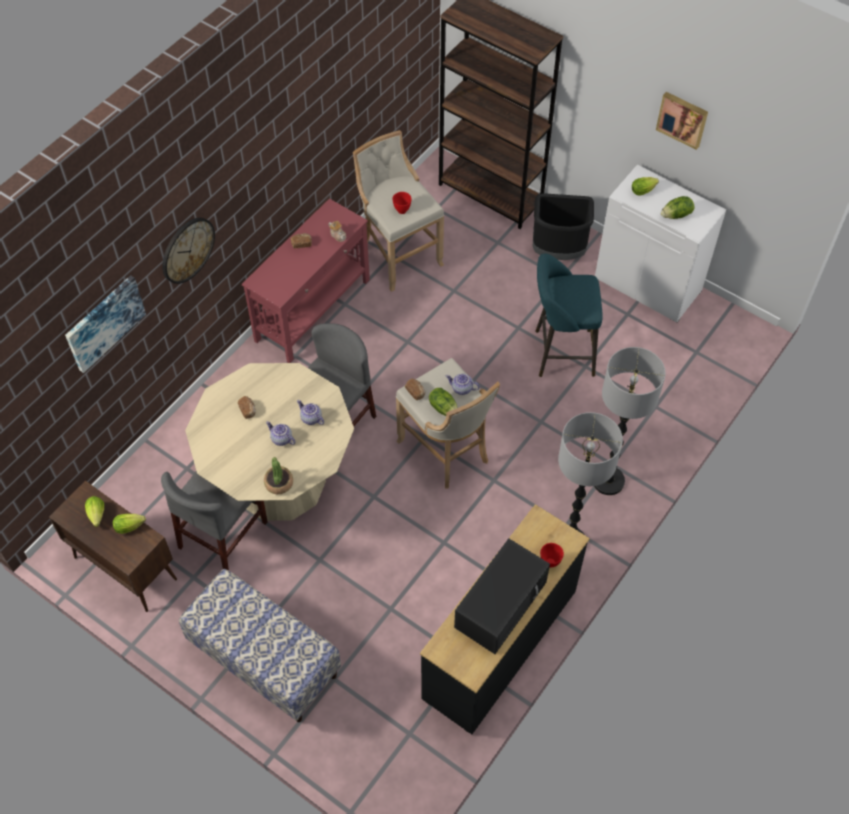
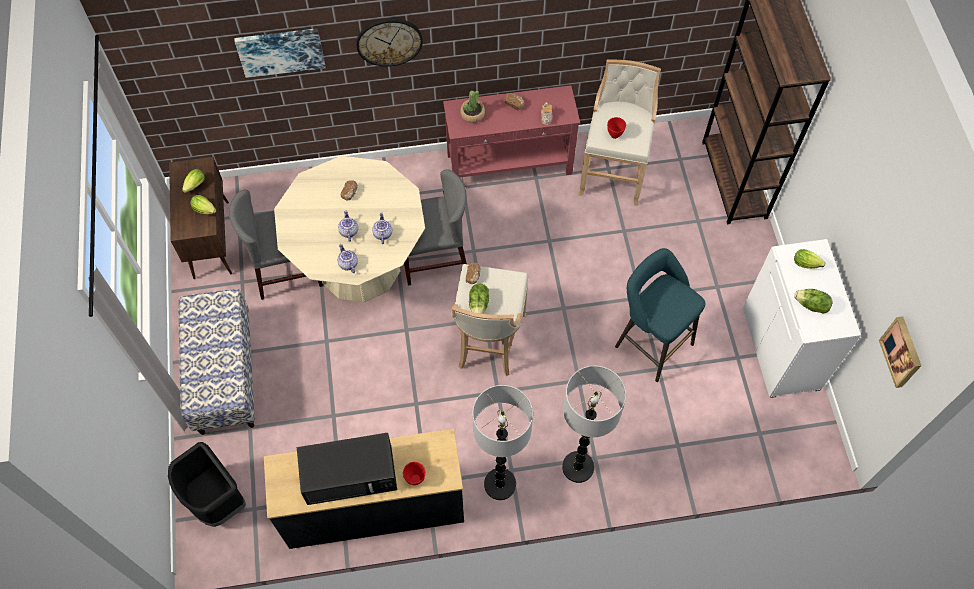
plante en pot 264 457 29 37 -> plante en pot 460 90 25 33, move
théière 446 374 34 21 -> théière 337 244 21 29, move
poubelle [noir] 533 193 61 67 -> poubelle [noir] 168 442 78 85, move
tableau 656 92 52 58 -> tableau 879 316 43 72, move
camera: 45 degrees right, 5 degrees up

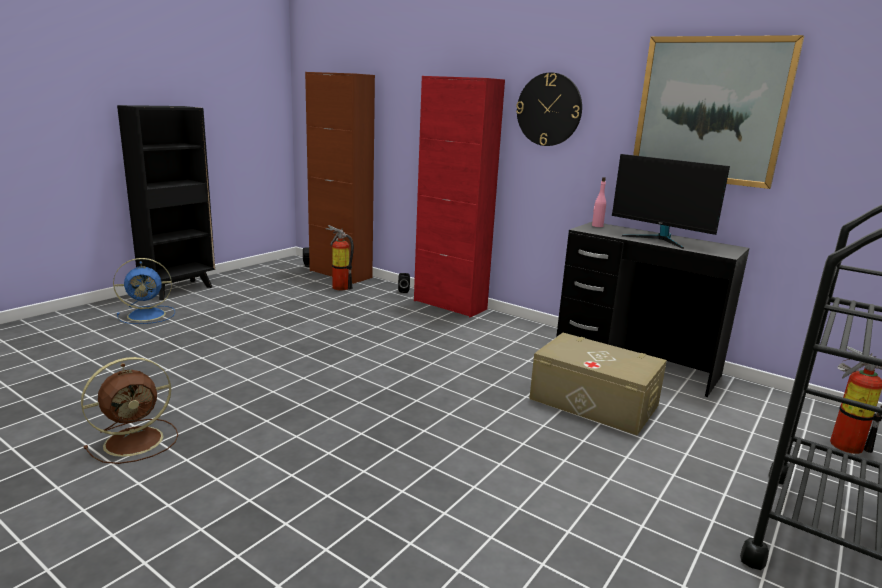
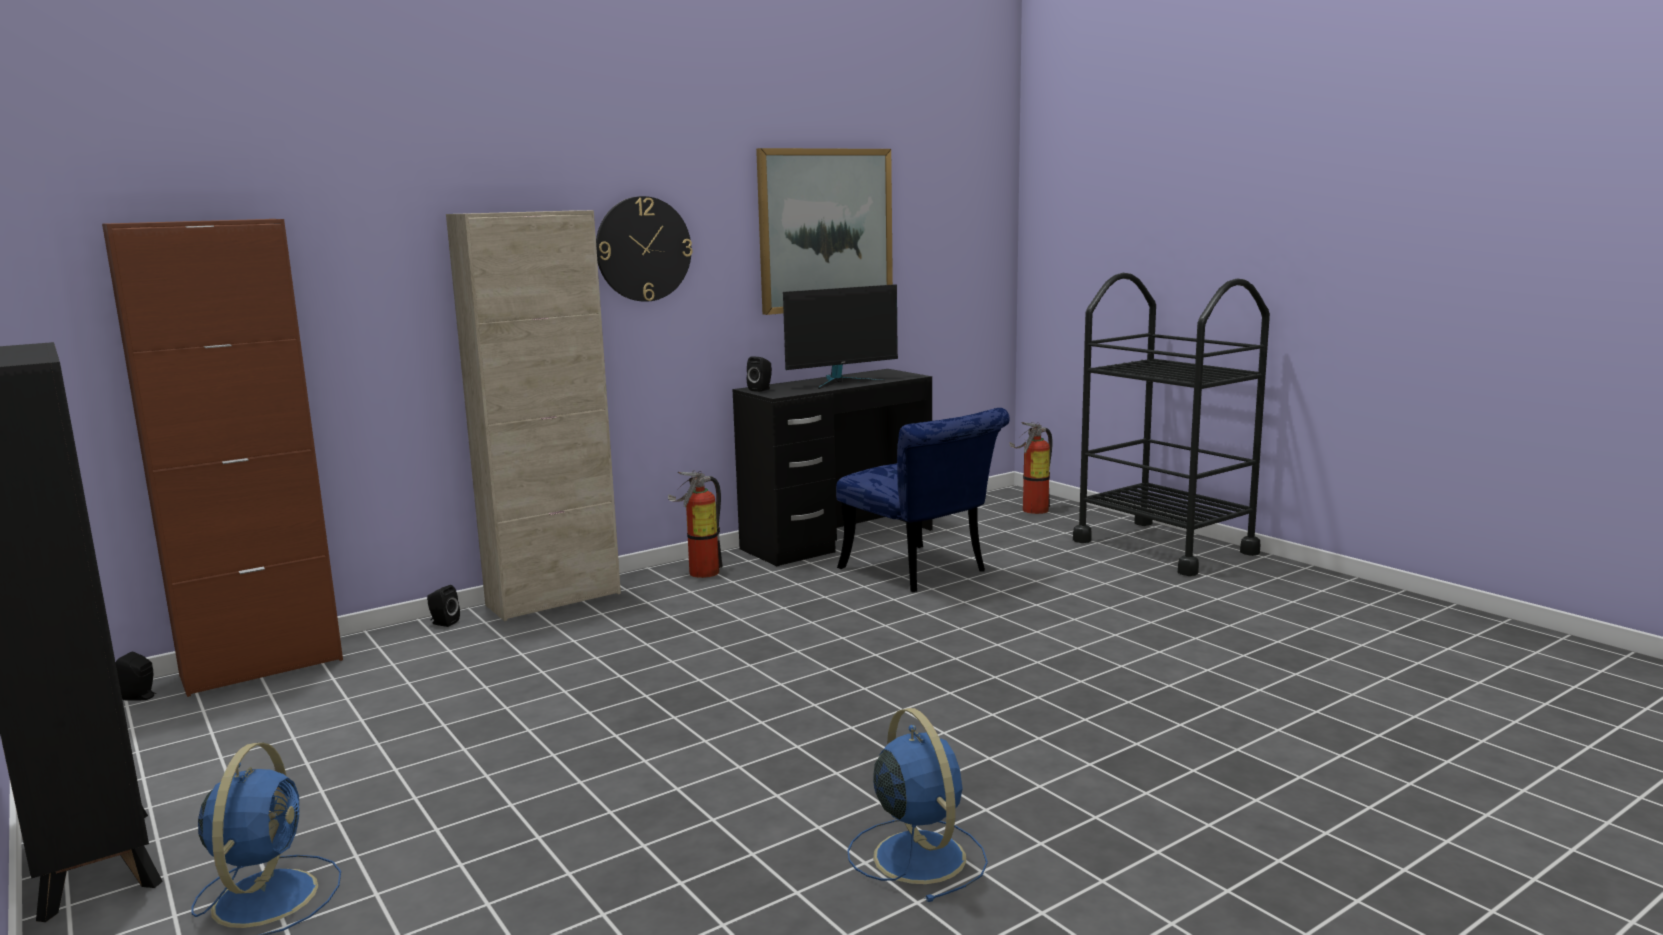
extincteur 328 225 26 65 -> extincteur 668 470 55 108, move
boîte de rangement [beige] 529 333 138 102 -> chaise [bleu] 836 408 174 184
bouteille [rose] 592 177 14 50 -> enceinte [noir] 747 356 25 36
ventilateur [marron] 81 357 97 107 -> ventilateur [bleu] 847 708 141 194
meuble de rangement [rouge] 414 76 91 241 -> meuble de rangement [beige] 446 210 175 411
camera: 70 degrees left, 5 degrees down

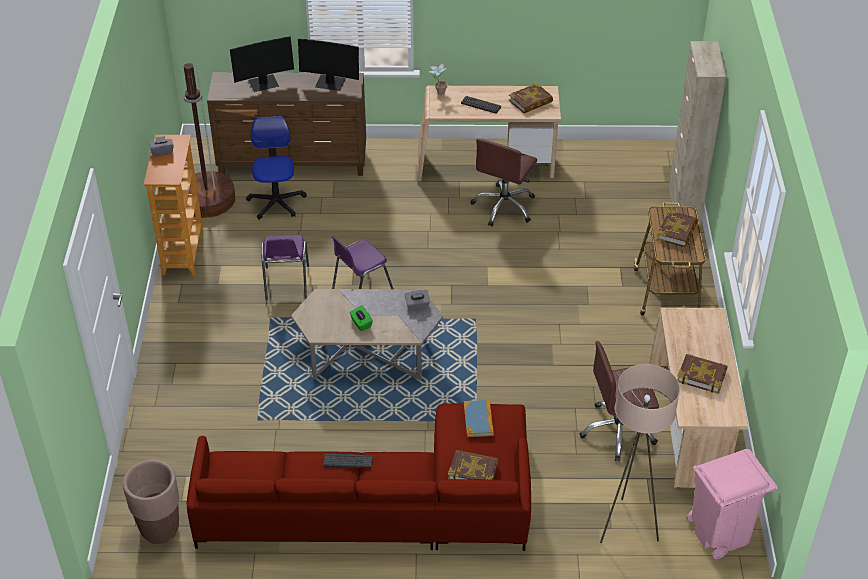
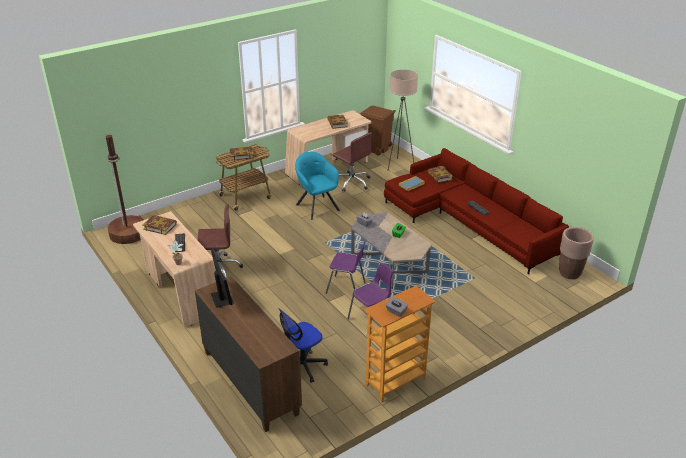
écran d'ordinateur 230 36 64 56 -> none
meuble de rangement [beige] 669 41 57 184 -> none
none -> fauteuil [turquoise] 295 152 45 68
lampadaire [marron] 184 63 51 155 -> lampadaire [marron] 105 135 39 109, move
poubelle [rose] 686 449 92 110 -> poubelle [marron] 360 106 36 50
camera: 125 degrees left, 10 degrees down

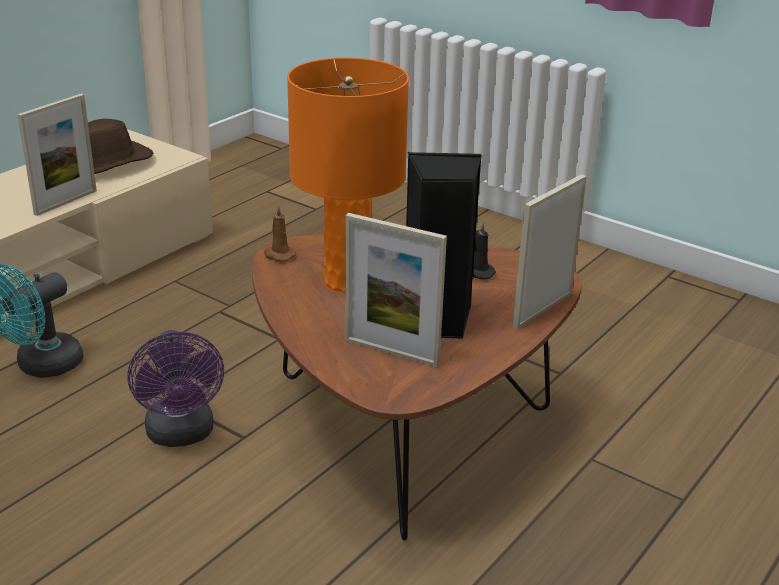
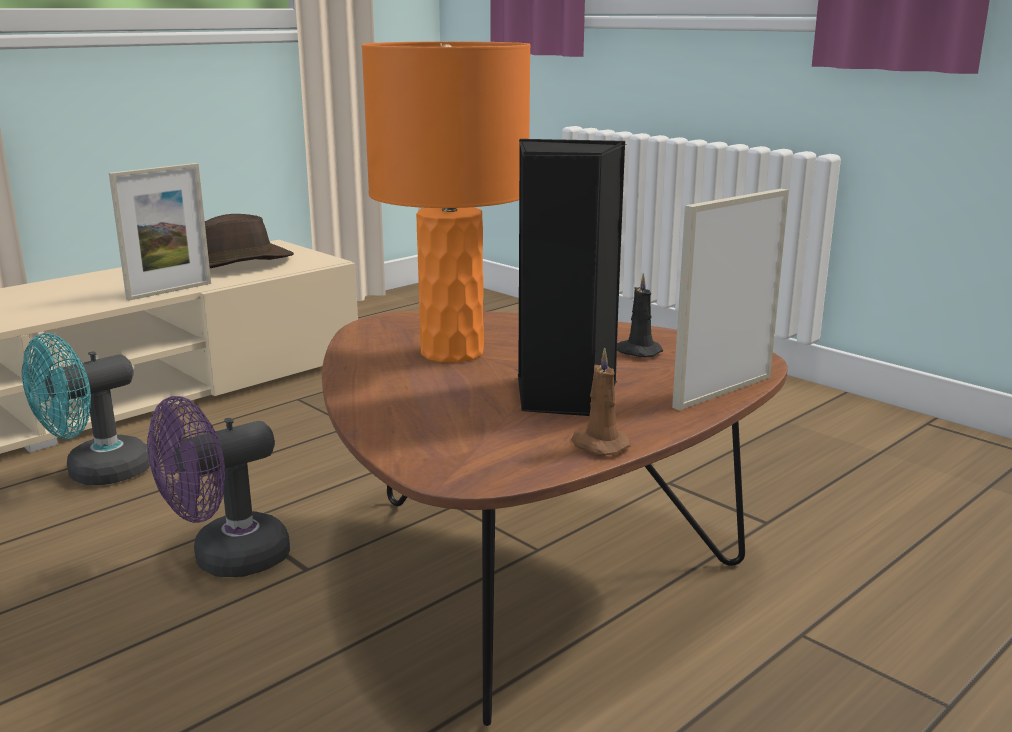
cadre photo 345 213 102 154 -> none
bougie [marron] 264 204 32 57 -> bougie [marron] 571 347 60 108, move
ventilateur [violet] 127 330 97 117 -> ventilateur [violet] 147 396 143 181, 60 degrees clockwise
camera: 10 degrees right, 10 degrees down

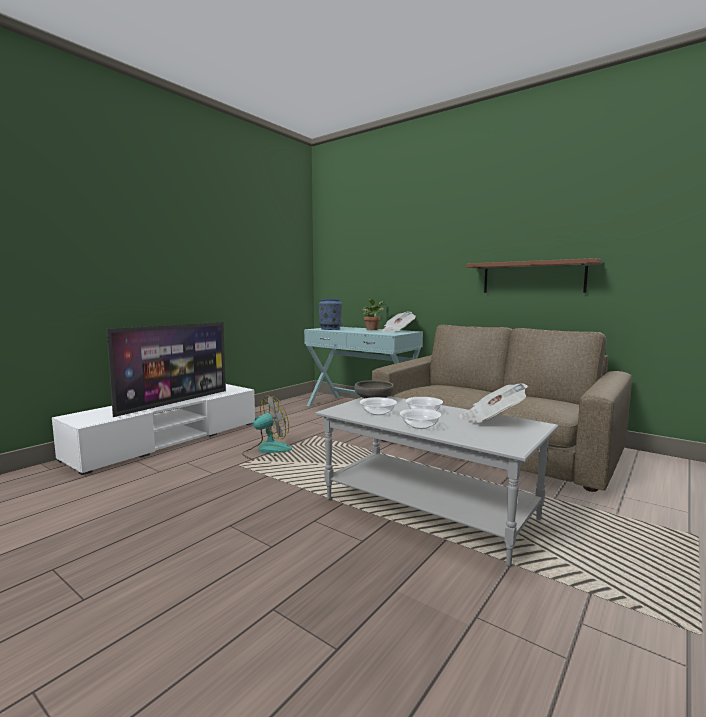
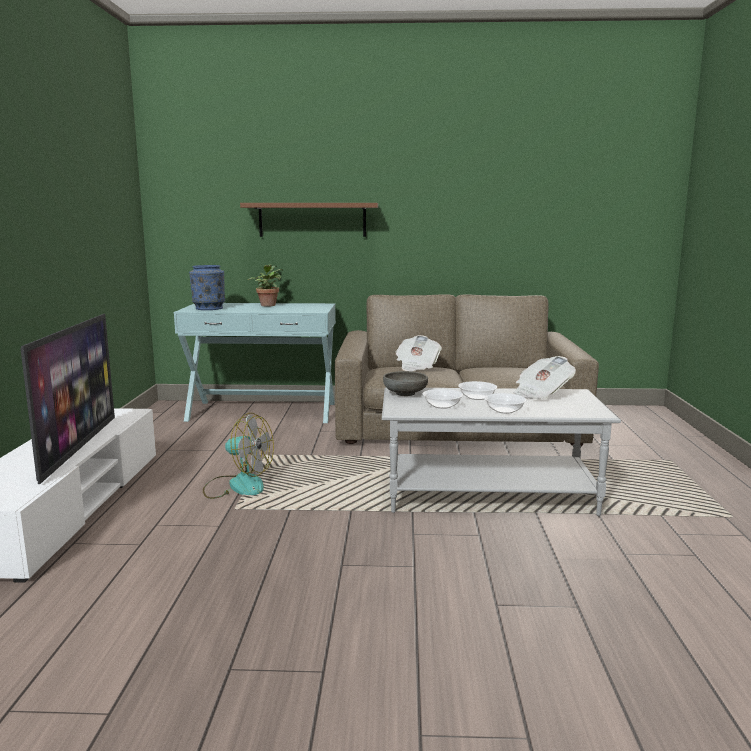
journal 381 312 35 20 -> journal 395 335 47 36, move
étagère [marron] 466 258 137 35 -> étagère [marron] 240 203 138 34, move
ventilateur 242 396 50 64 -> ventilateur 203 413 71 86, 90 degrees clockwise
camera: 35 degrees left, 5 degrees up

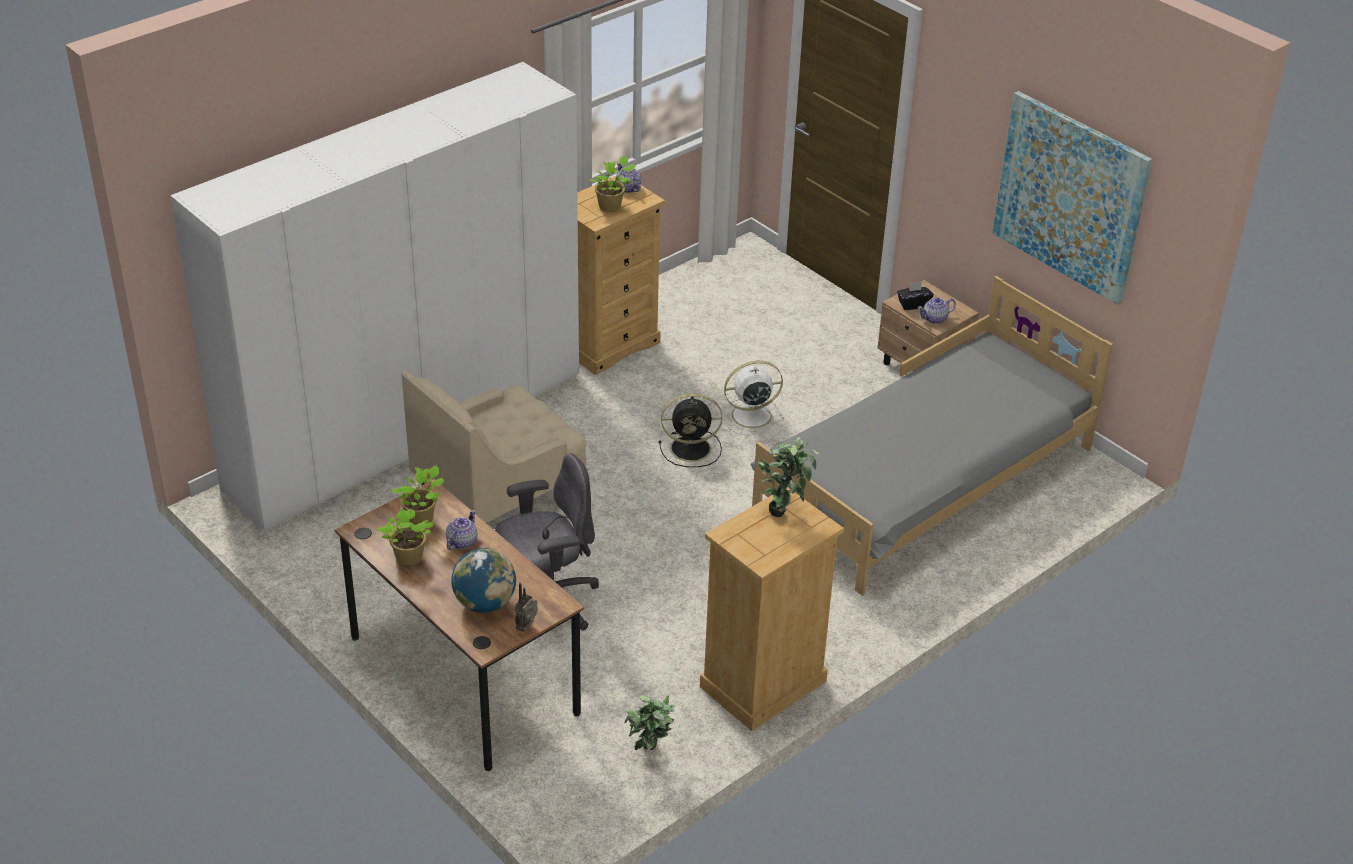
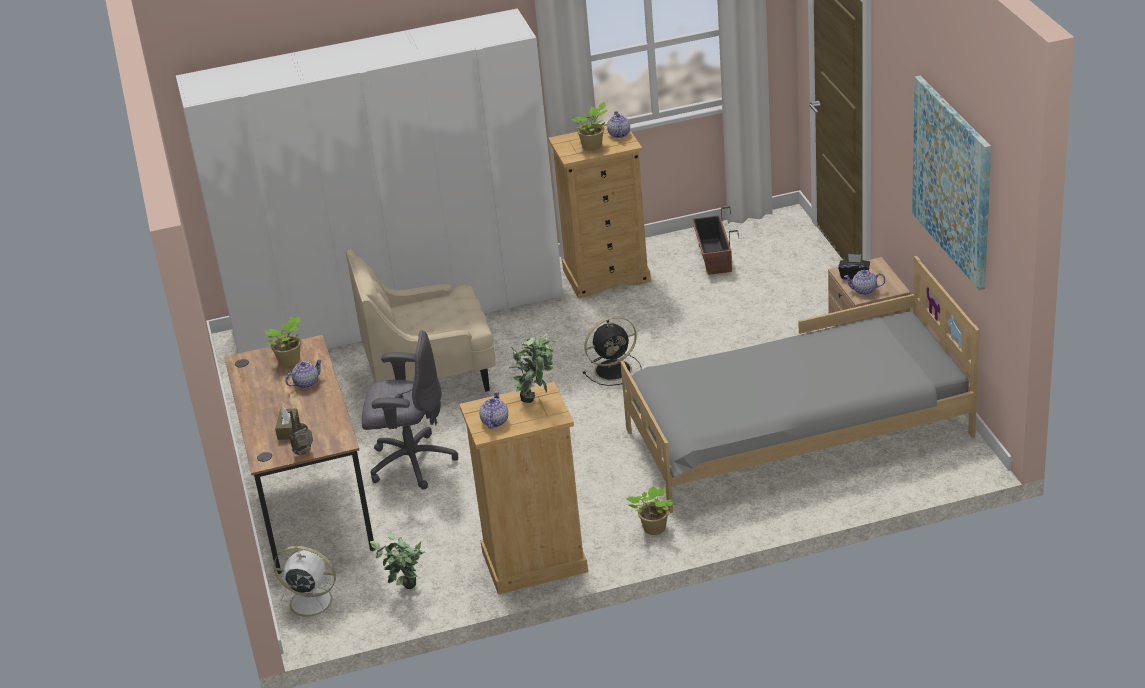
none -> théière 479 391 29 38
none -> cache-pot 692 206 47 69
plante en pot 377 509 56 57 -> plante en pot 626 486 47 49, move
ventilateur [blanc] 722 361 63 74 -> ventilateur [blanc] 274 546 68 77, move
globe 451 548 65 65 -> boîte à mouchoirs [marron] 275 407 24 33
ventilateur [noir] 658 393 64 74 -> ventilateur [noir] 583 316 59 70, 45 degrees counterclockwise
camera: 30 degrees right, 5 degrees down

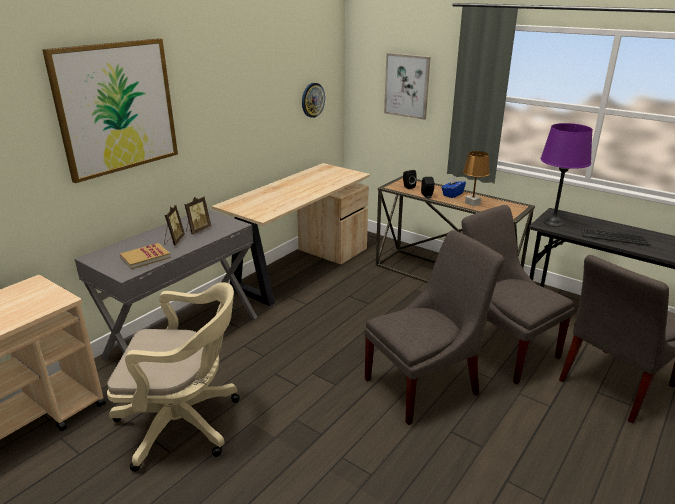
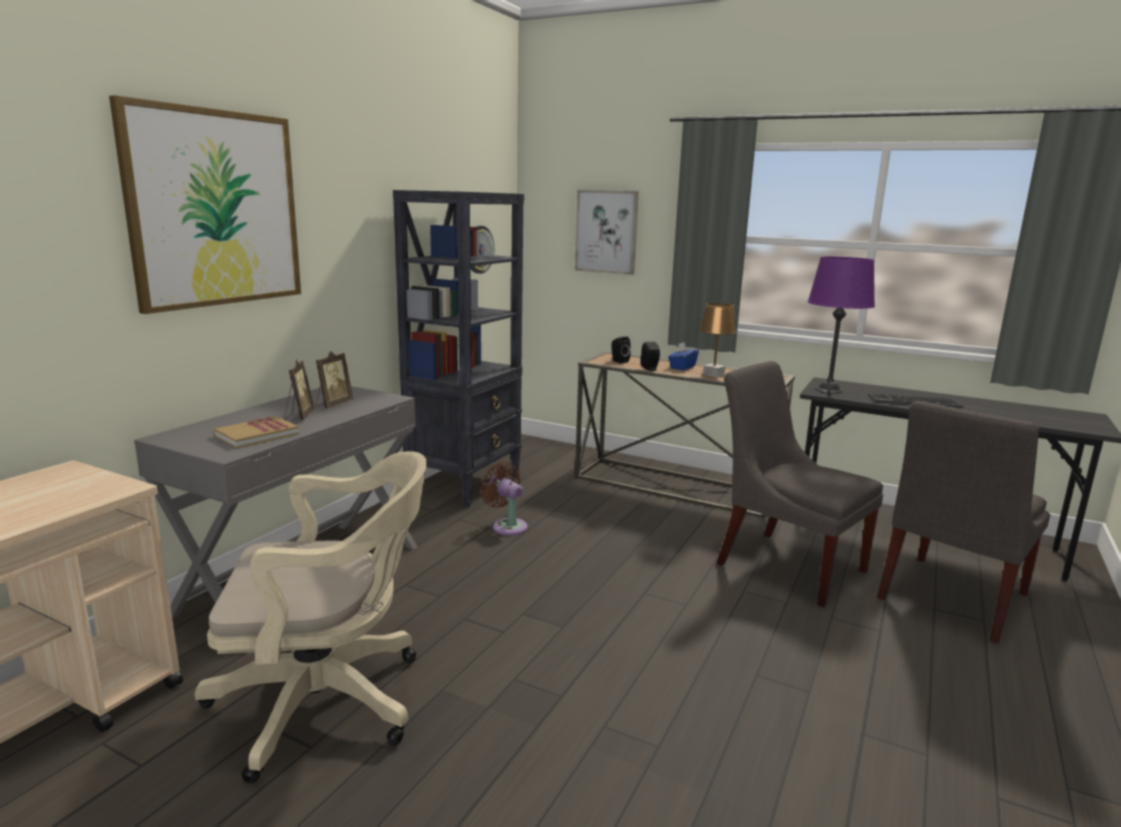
chaise [gris] 364 230 140 195 -> none
none -> ventilateur [marron] 480 462 48 74
bureau [beige] 212 163 158 143 -> bibliothèque [noir] 393 190 131 318
camera: 10 degrees left, 10 degrees down

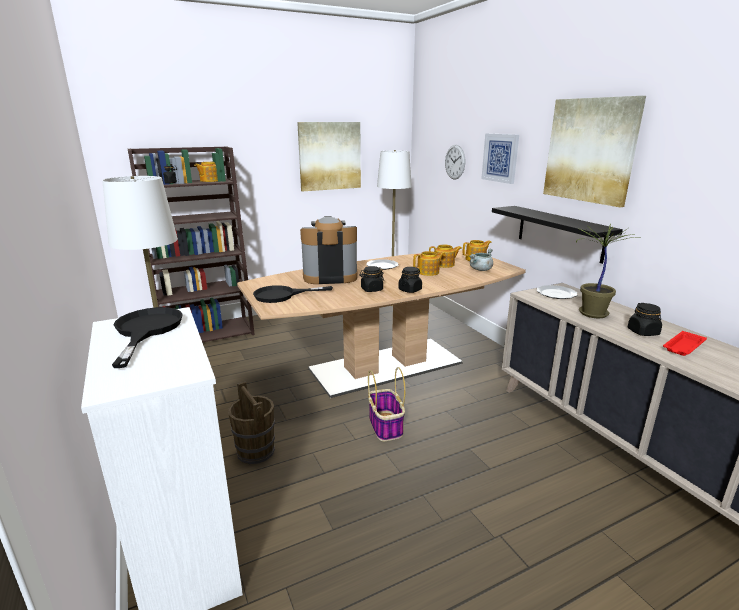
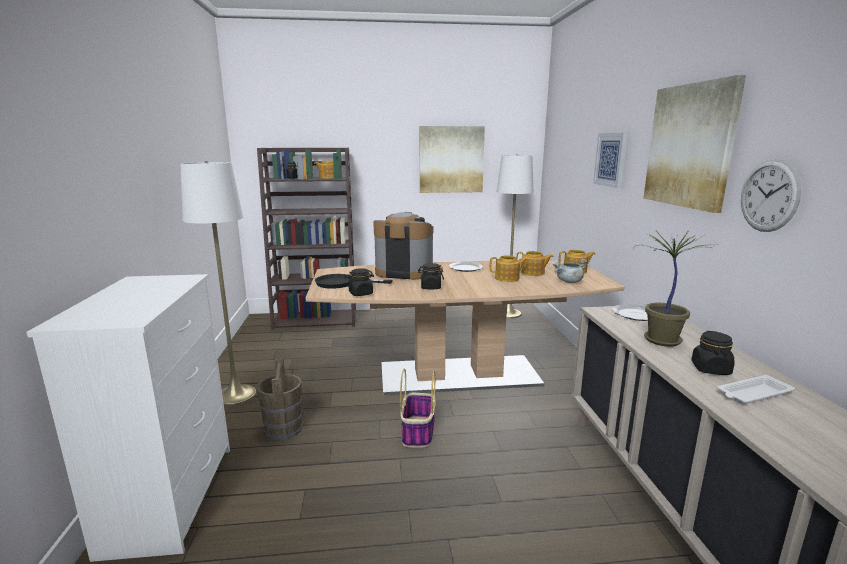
poêle [noir] 112 307 71 61 -> none
étagère [noir] 492 206 131 58 -> none
bocal [noir] 398 267 24 26 -> bocal [noir] 347 268 27 28, move
horloge murale 445 145 20 35 -> horloge murale 741 159 60 73, move
plateau [rouge] 663 331 44 25 -> plateau [blanc] 717 375 78 29
camera: 20 degrees right, 5 degrees down

